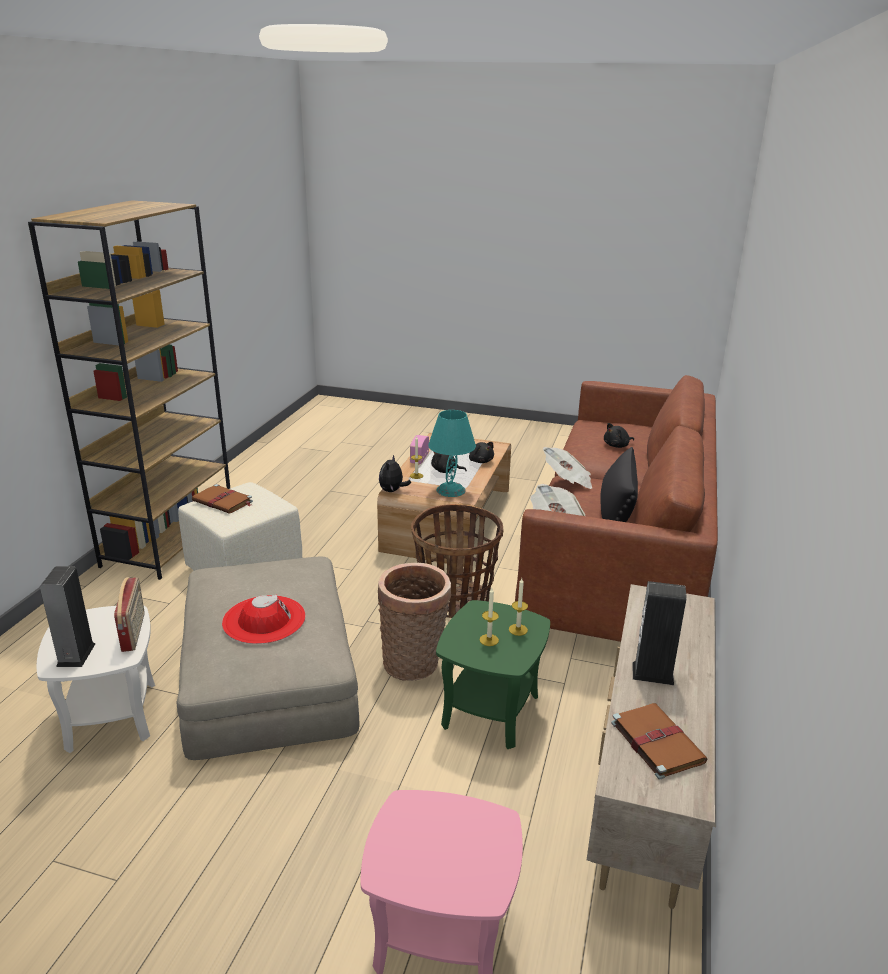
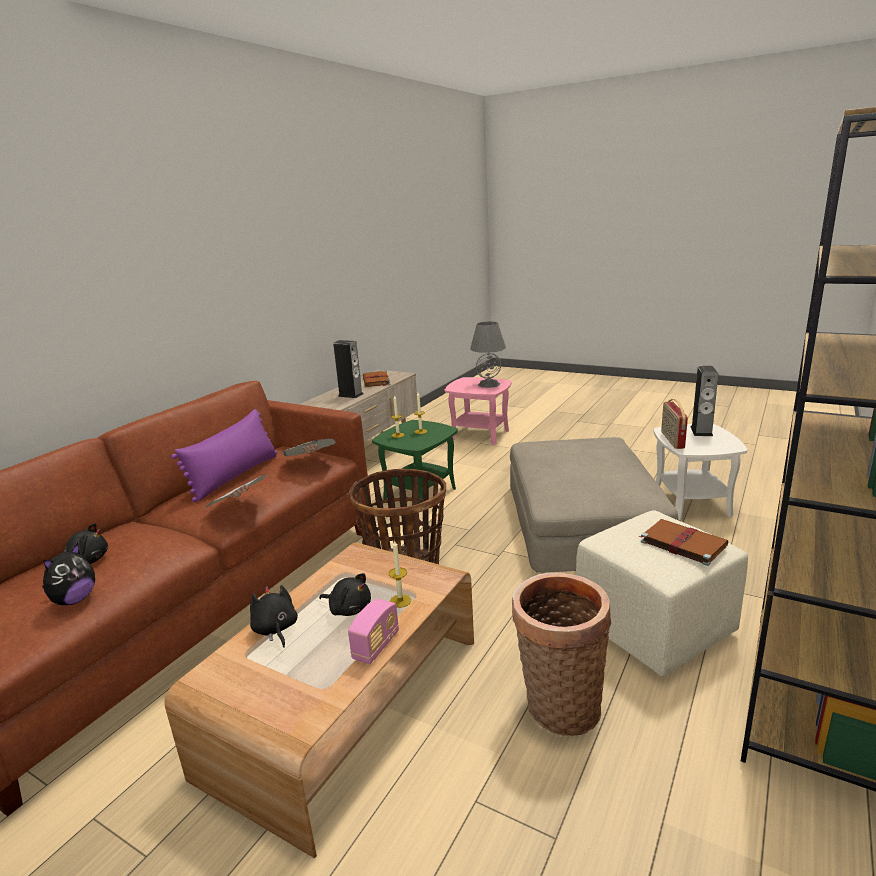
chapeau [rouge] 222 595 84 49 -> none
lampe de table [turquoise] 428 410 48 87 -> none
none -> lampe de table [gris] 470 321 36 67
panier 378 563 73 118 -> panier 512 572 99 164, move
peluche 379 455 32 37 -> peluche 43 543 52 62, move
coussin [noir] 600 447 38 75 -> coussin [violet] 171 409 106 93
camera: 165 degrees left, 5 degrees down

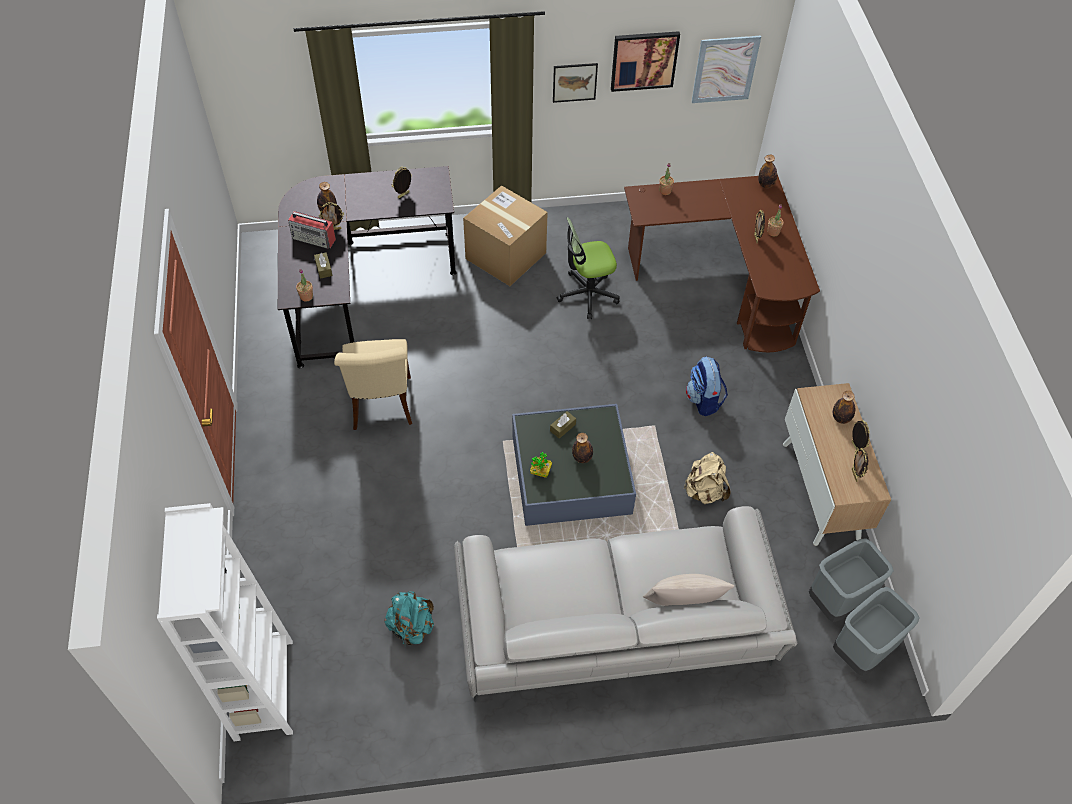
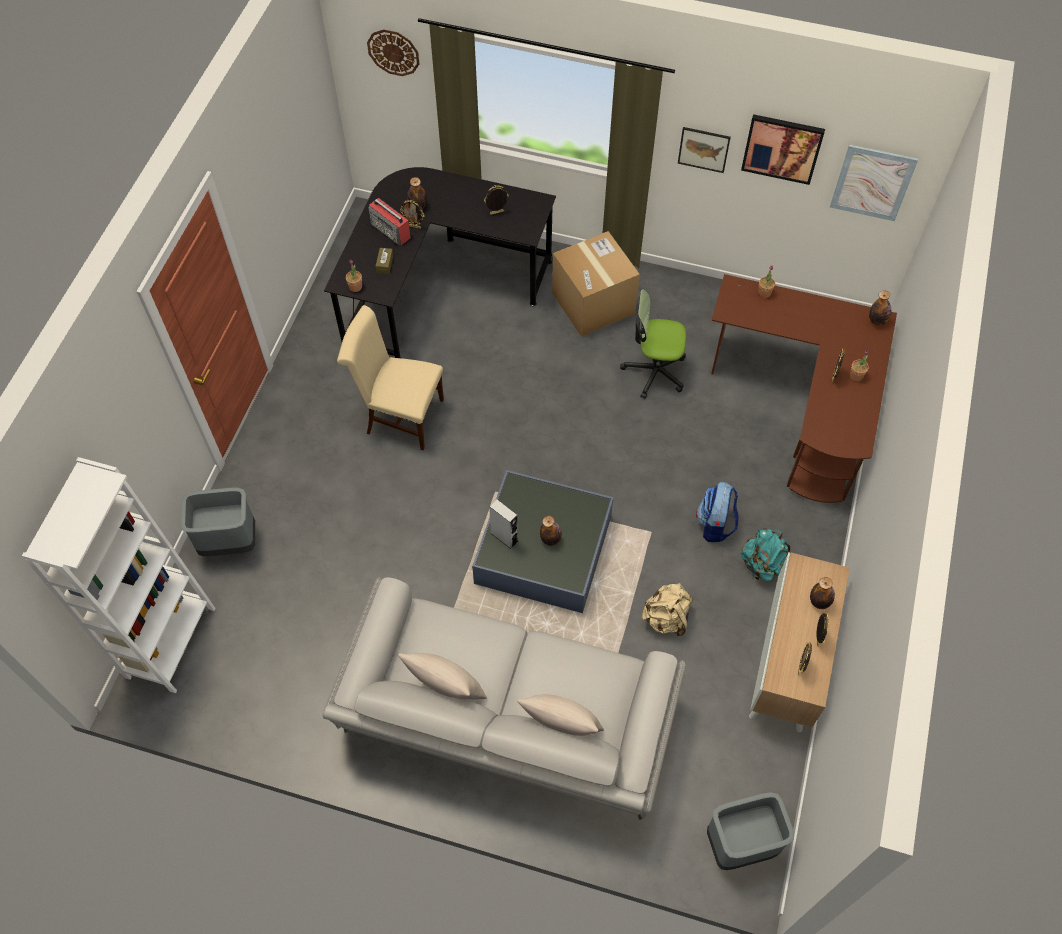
boîte à mouchoirs [marron] 550 411 26 28 -> none
none -> horloge murale 367 29 52 47
none -> coussin [beige] 398 653 89 47
sac à dos [turquoise] 384 591 50 55 -> sac à dos [turquoise] 741 528 49 53, move
poubelle [gris] 809 538 85 84 -> poubelle [gris] 181 488 74 68, move
plante en pot 530 452 22 26 -> enceinte [gris] 489 499 29 50
chaise [beige] 334 339 78 91 -> chaise [beige] 337 305 107 145, 90 degrees clockwise
camera: 25 degrees right, 5 degrees up

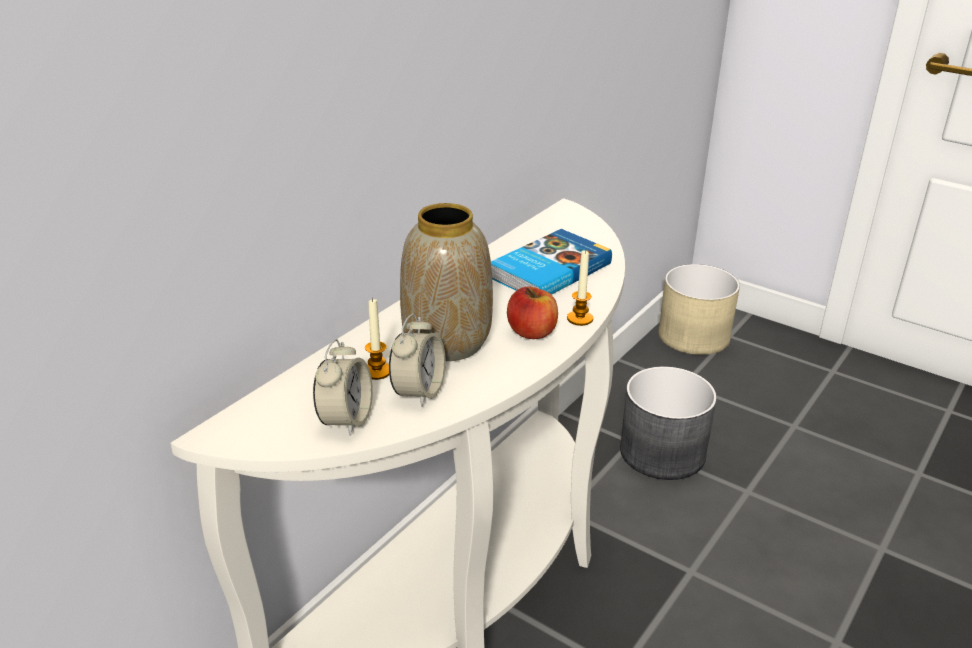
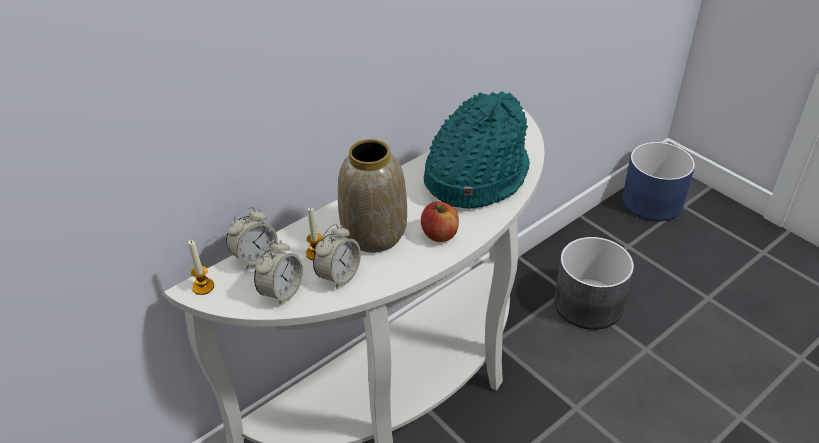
none -> réveil 226 207 52 63
bougie 567 250 26 76 -> bougie 188 240 26 55, move
livre 491 229 121 66 -> chapeau [turquoise] 424 91 106 118
cache-pot [beige] 658 264 82 91 -> cache-pot [bleu] 622 142 73 79
camera: 15 degrees right, 10 degrees up

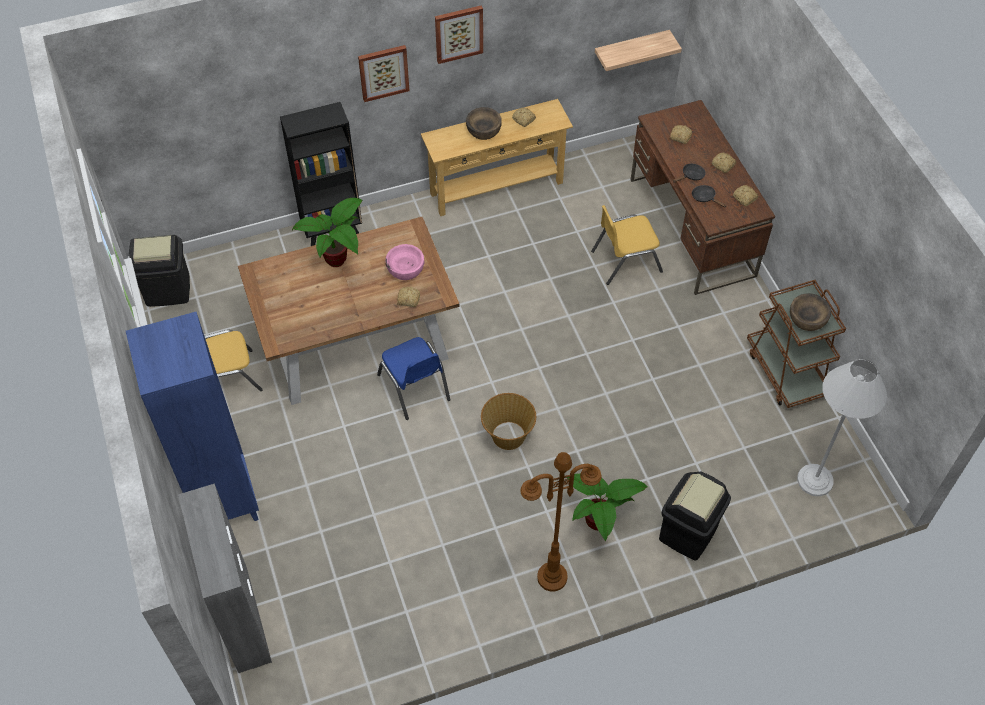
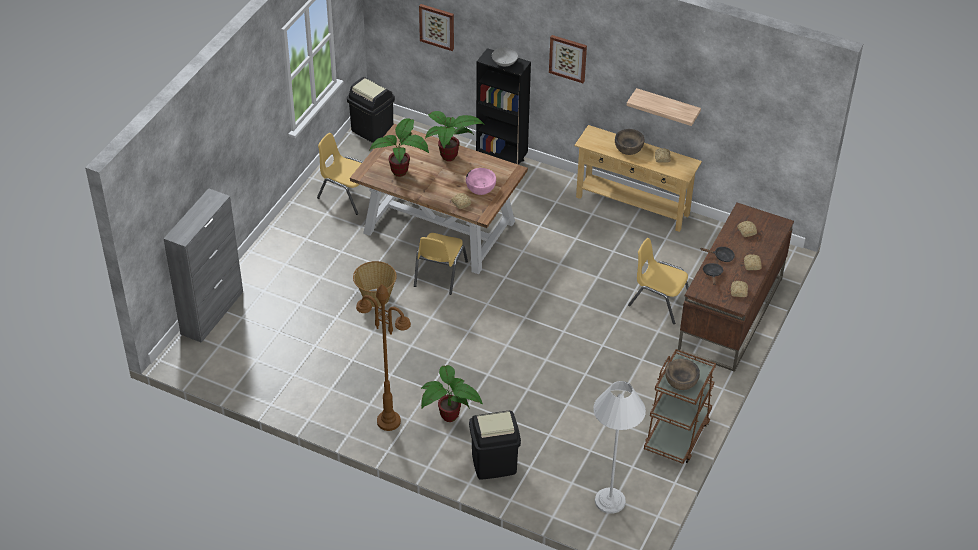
bibliothèque [bleu] 126 312 133 209 -> none
none -> plante en pot 370 118 59 59
none -> bol [gris] 492 48 26 18
tableau 435 6 48 58 -> tableau 419 4 35 47, move
panier 481 393 55 57 -> panier 353 261 44 46, move
étagère 595 30 87 41 -> étagère 626 88 75 38, move
chaise [bleu] 377 337 74 83 -> chaise [jaune] 414 233 54 62
camera: 45 degrees right, 10 degrees down

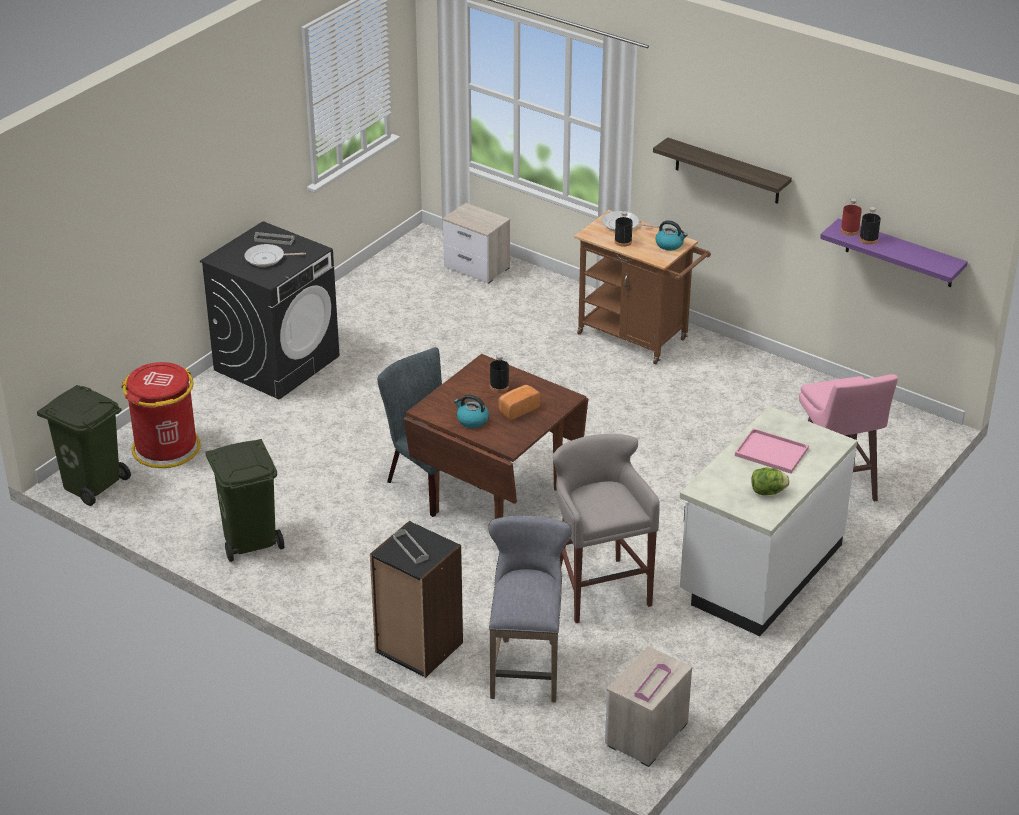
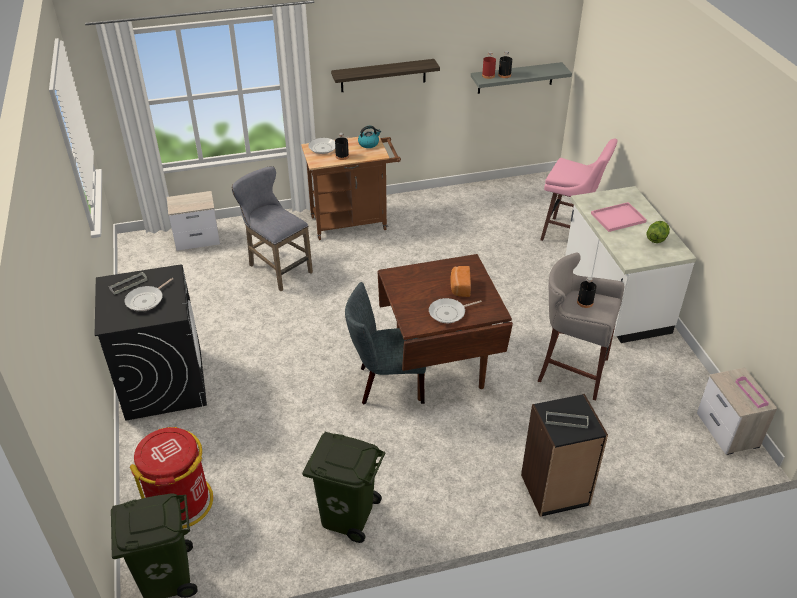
tabouret [gris] 488 516 84 186 -> tabouret [gris] 232 166 81 125, move
bouteille [noir] 490 354 19 38 -> bouteille [noir] 577 277 19 31, move
bouilloire 454 394 35 34 -> poêle 429 298 53 25
étagère [violet] 820 218 148 69 -> étagère [gris] 471 62 101 32
camera: 50 degrees left, 5 degrees up

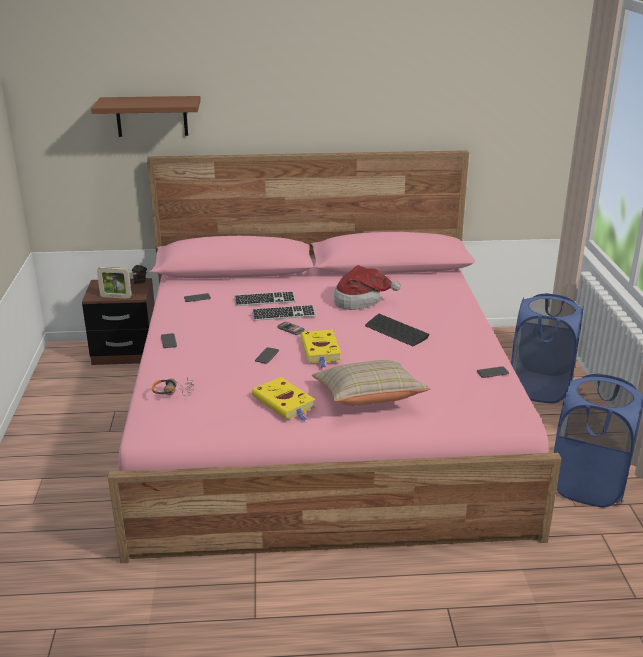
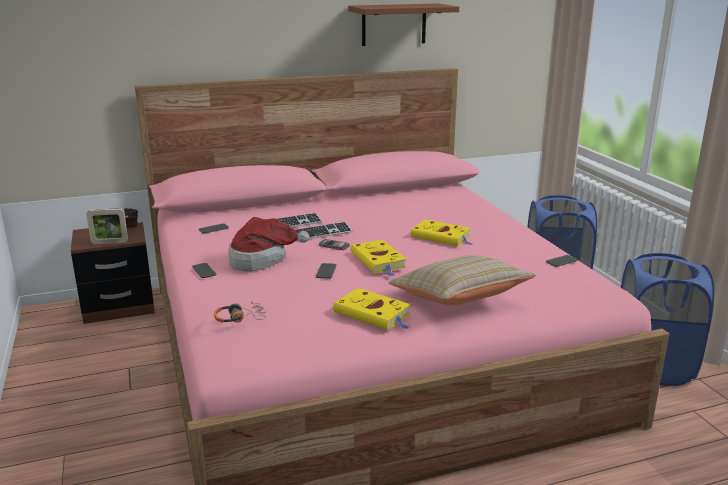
étagère [marron] 91 96 110 41 -> étagère [marron] 348 3 111 43, move
chapeau 334 265 67 45 -> chapeau 228 217 81 54, move
clavier 365 314 65 32 -> livre [jaune] 411 219 61 27
camera: 15 degrees left, 5 degrees down

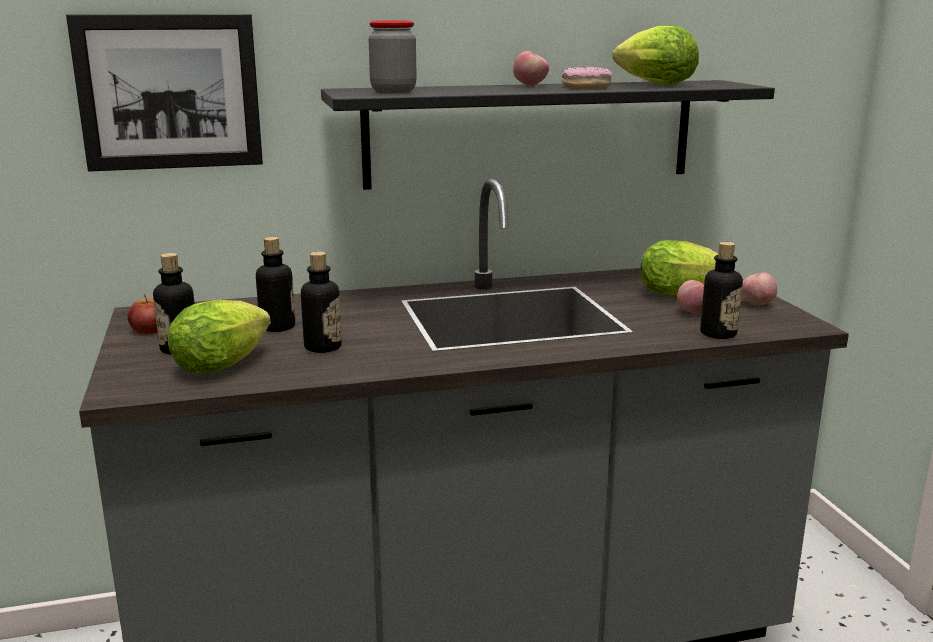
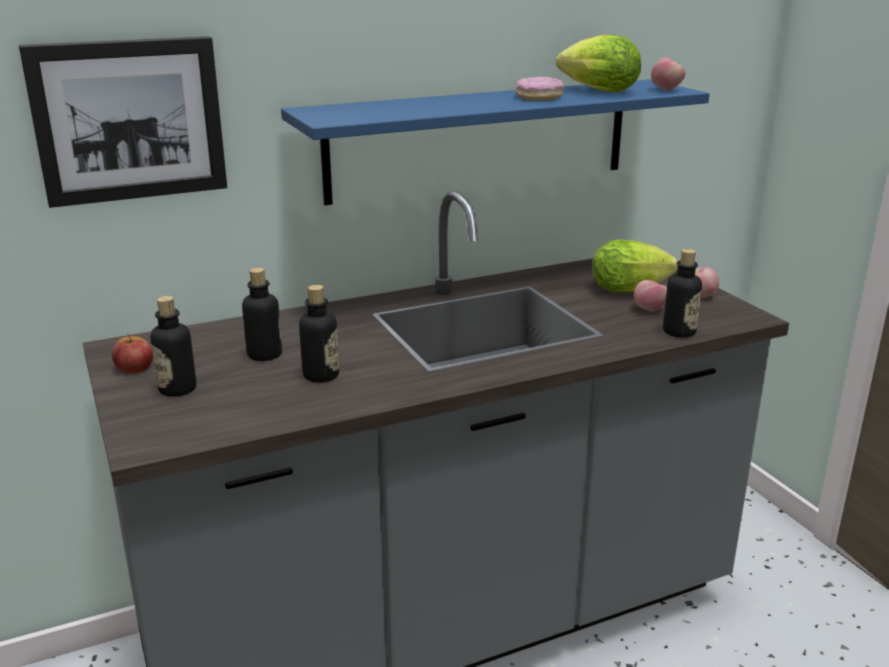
laitue 168 300 103 74 -> none
bocal 368 20 49 73 -> none
pomme 513 51 36 35 -> pomme 651 58 35 32, move
étagère [noir] 321 80 454 110 -> étagère [bleu] 281 79 429 126
camera: 10 degrees left, 5 degrees up

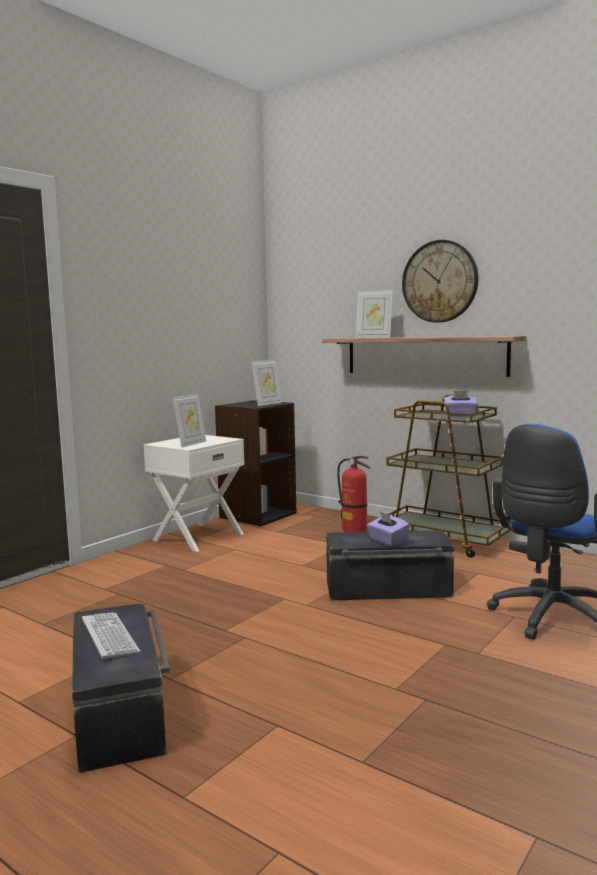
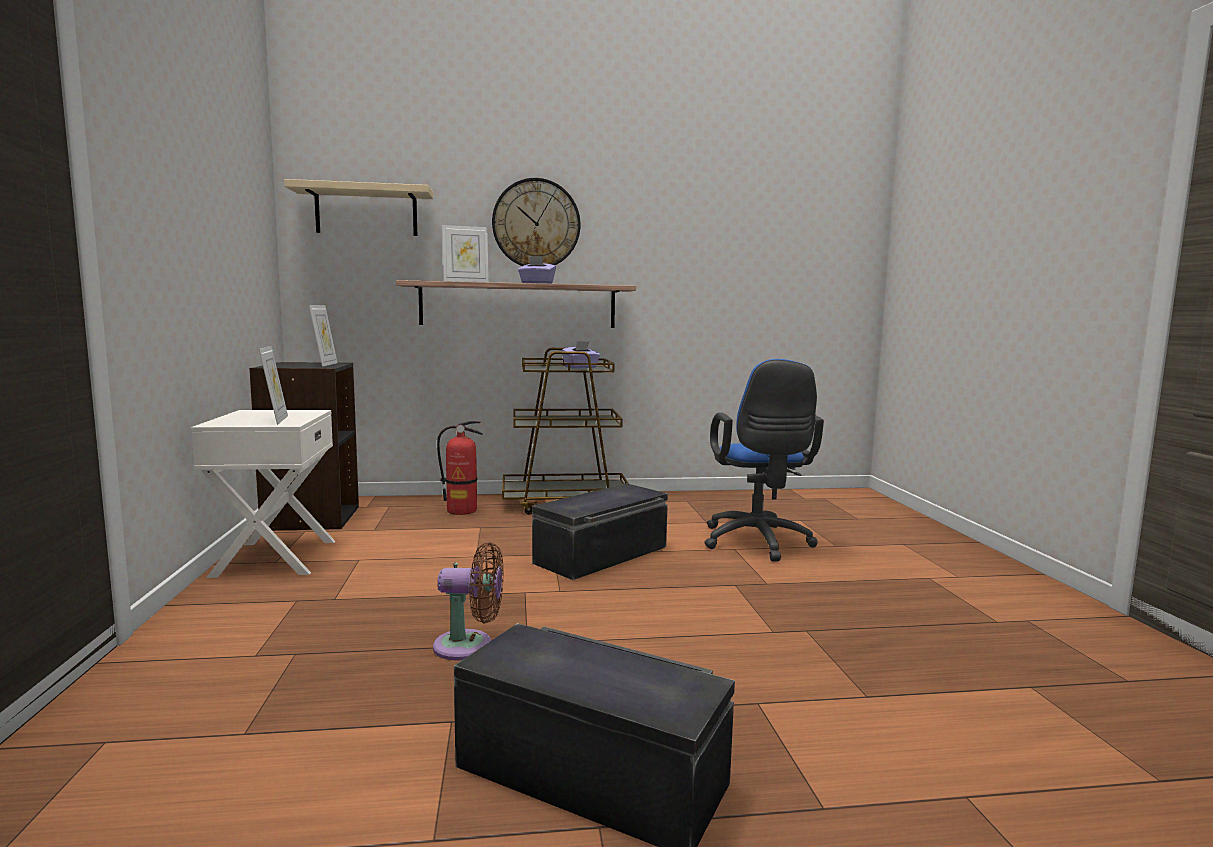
clavier 82 612 59 47 -> none
none -> étagère [beige] 284 179 149 57
none -> ventilateur [marron] 433 542 71 119
boîte à mouchoirs [violet] 367 512 43 35 -> boîte à mouchoirs [violet] 518 256 38 28, move
camera: 45 degrees left, 0 degrees up

